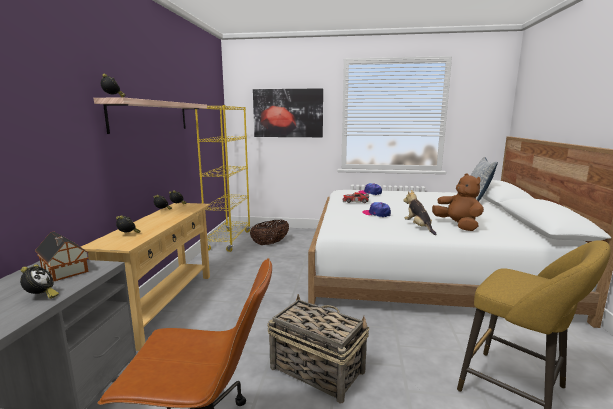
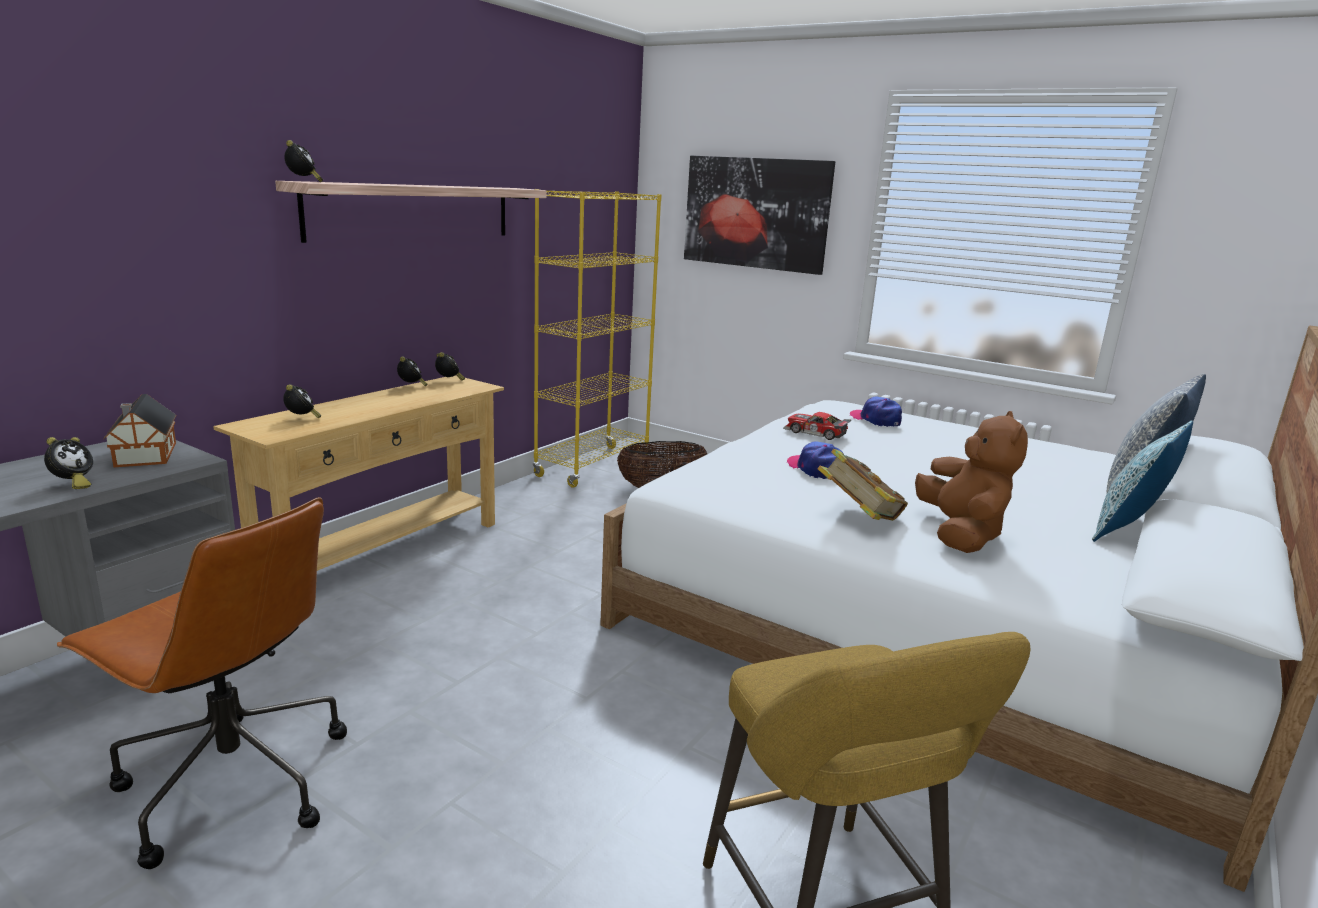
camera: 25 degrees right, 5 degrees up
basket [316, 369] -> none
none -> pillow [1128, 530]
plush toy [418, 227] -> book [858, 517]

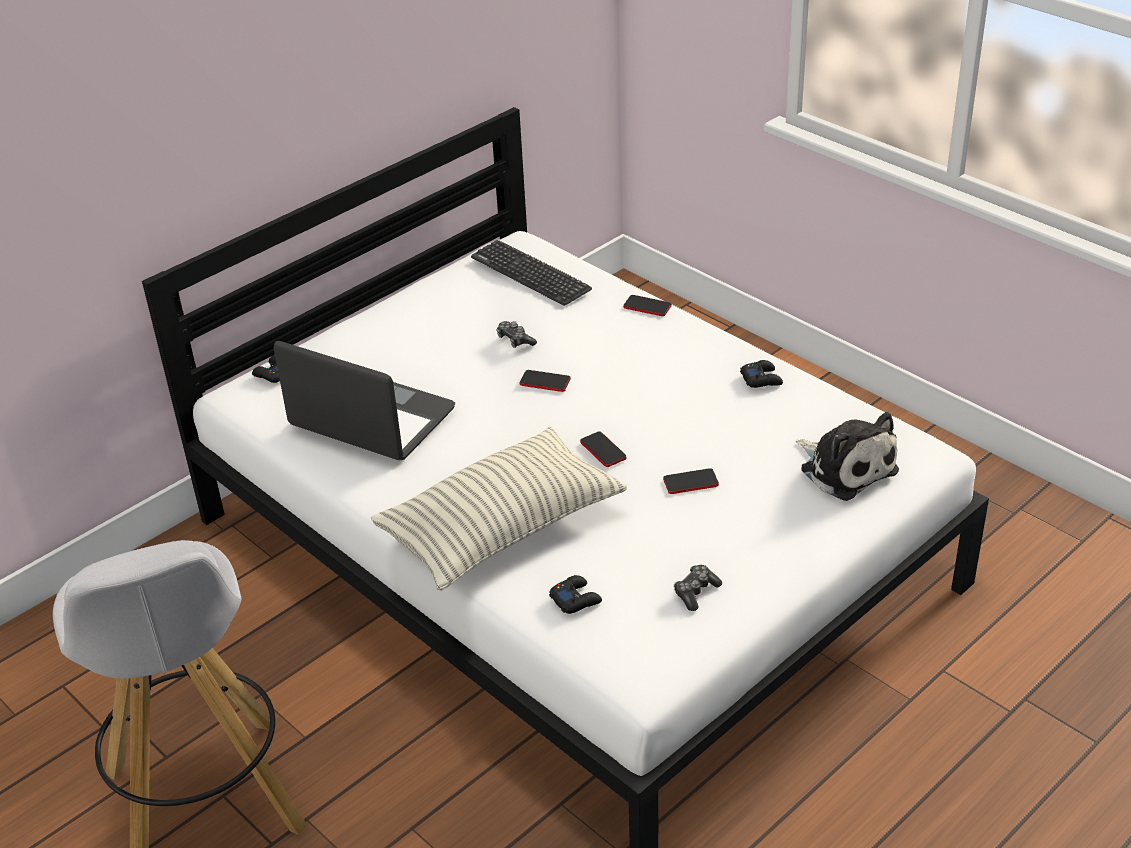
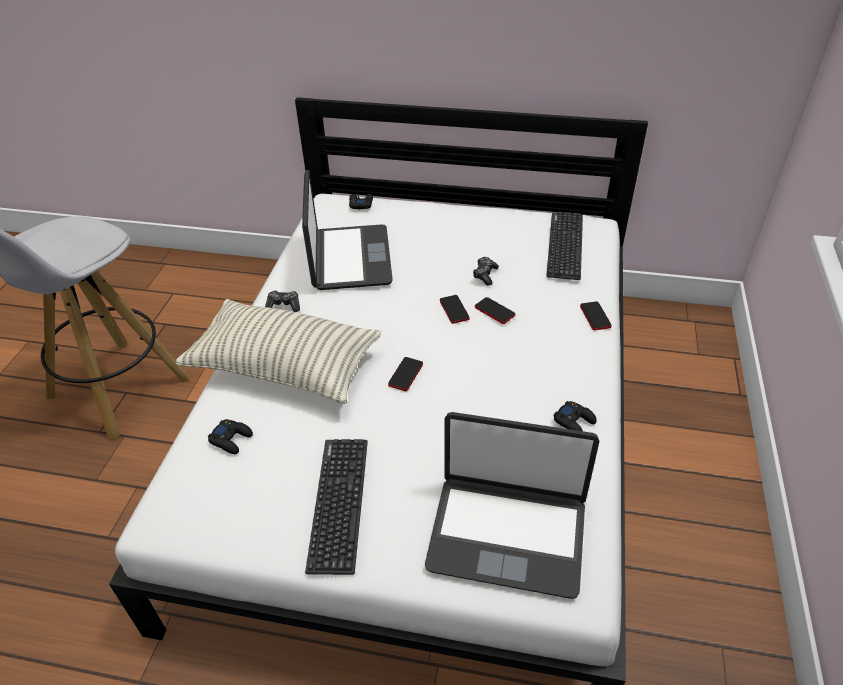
camera: 55 degrees right, 5 degrees up
none -> keyboard [339, 503]
phone [690, 482] -> phone [494, 311], move
game controller [695, 592] -> game controller [284, 305], move
plush toy [845, 468] -> laptop [507, 534]

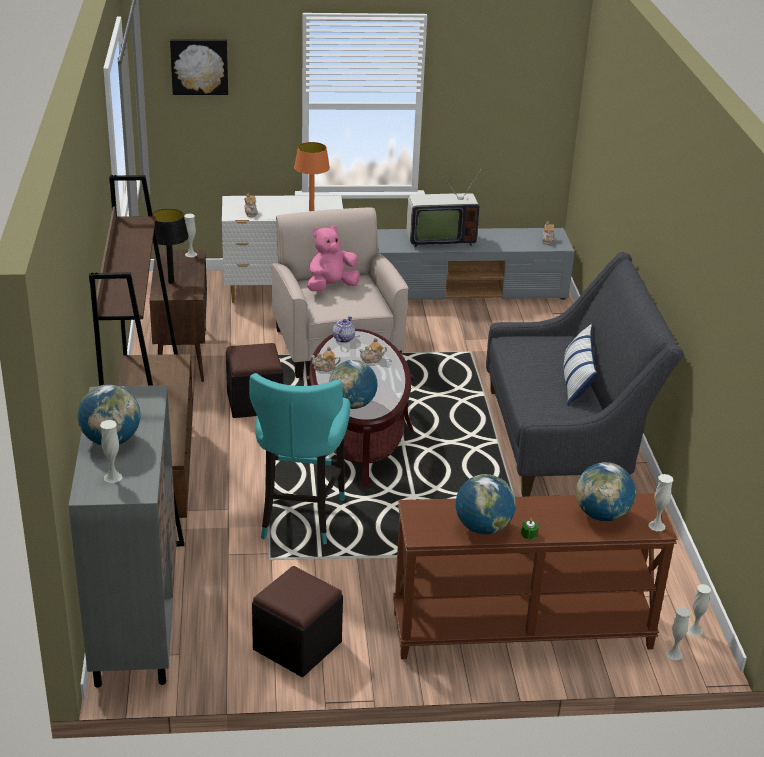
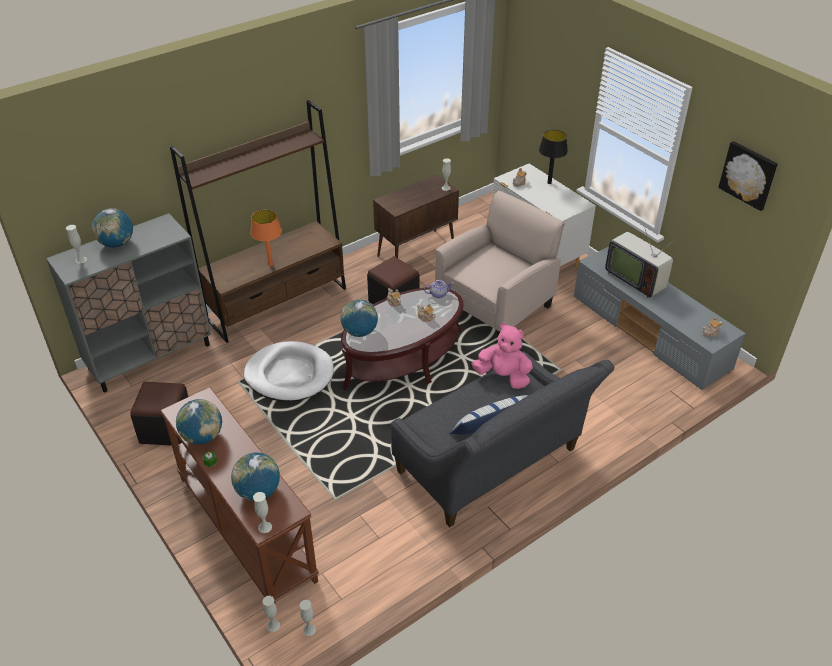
camera: 60 degrees right, 10 degrees up
black table lamp [171, 282] -> black table lamp [549, 183], move
picture [199, 66] -> picture [748, 175], move
orange table lamp [311, 210] -> orange table lamp [270, 264], move
pink plush toy [331, 287] -> pink plush toy [503, 376], move
turquoise stool [299, 516] -> white dog bed [289, 374]

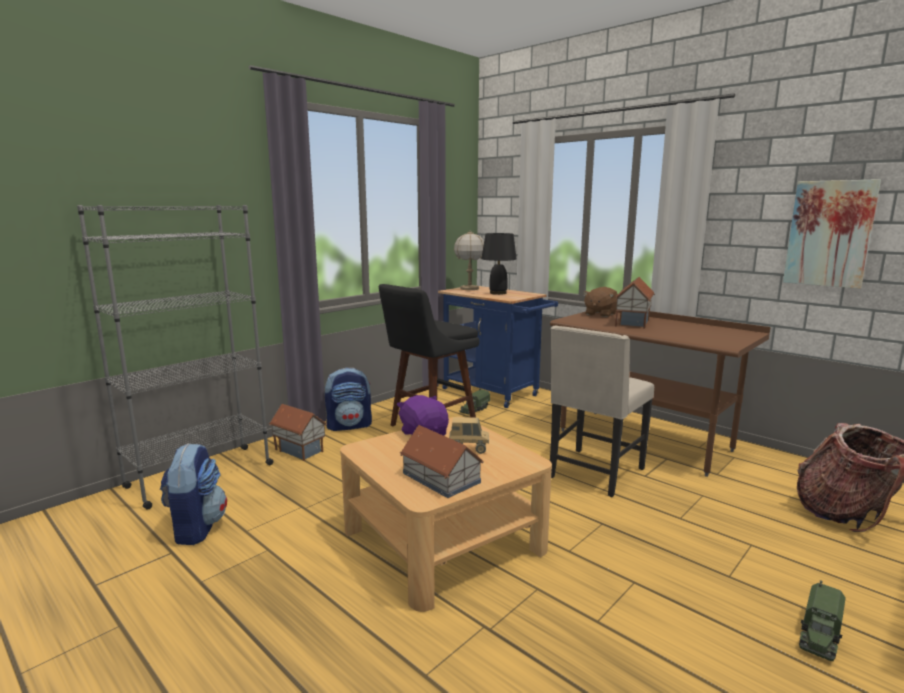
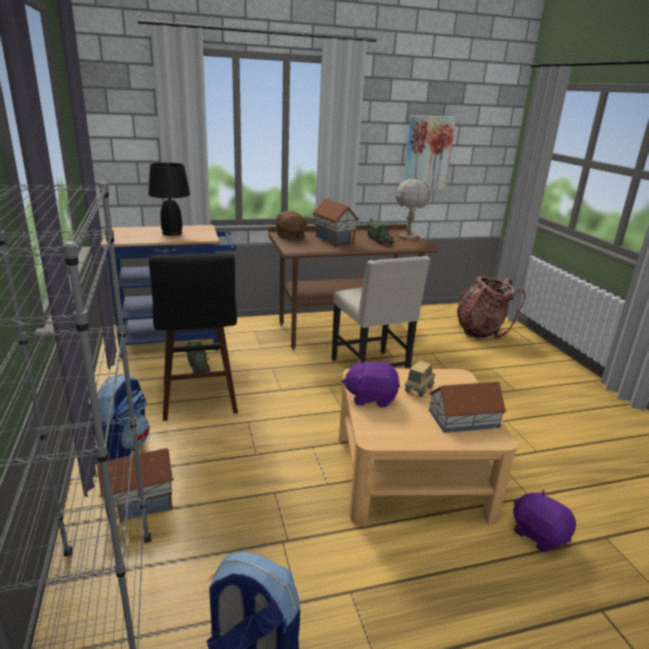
camera: 60 degrees left, 10 degrees up
none -> purple plush toy [539, 534]
table lamp [469, 288] -> table lamp [408, 237], move
toy truck [819, 635] -> toy truck [379, 240], move

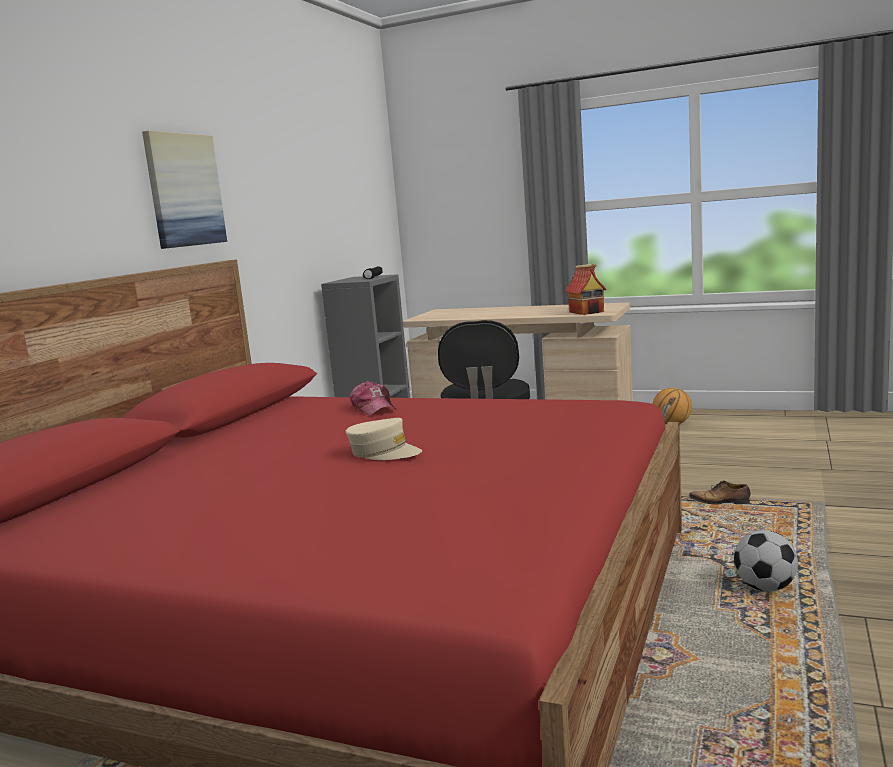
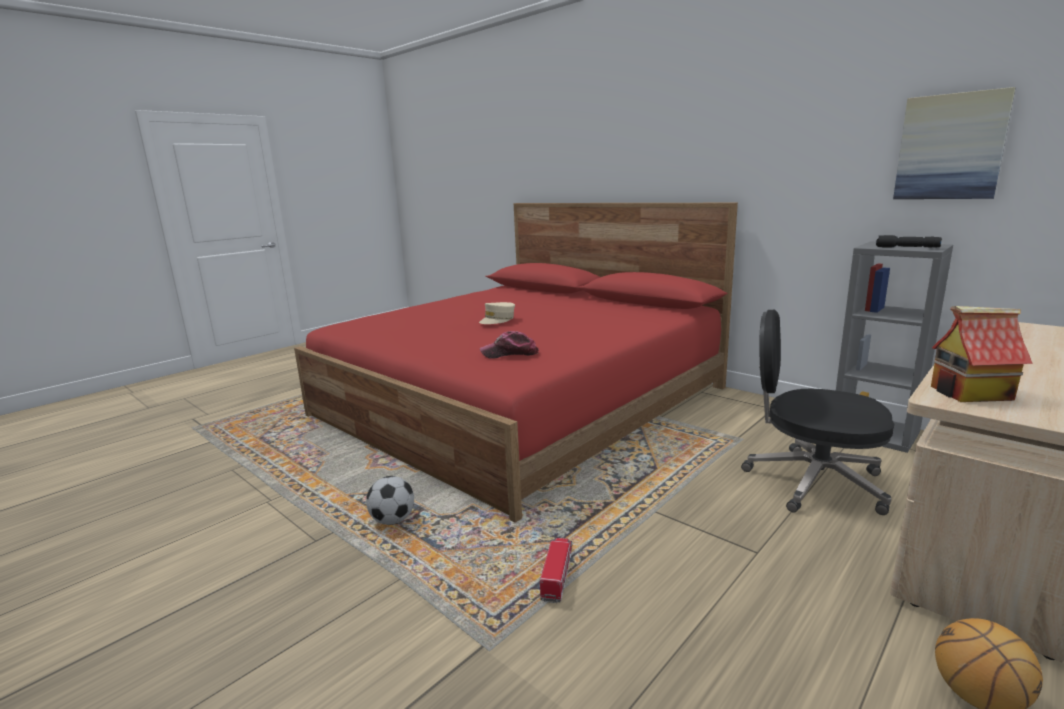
camera: 110 degrees right, 5 degrees up
picture [184, 190] -> picture [950, 147], move
cap [374, 408] -> cap [510, 353], move
shoe [720, 502] -> toy truck [557, 573]

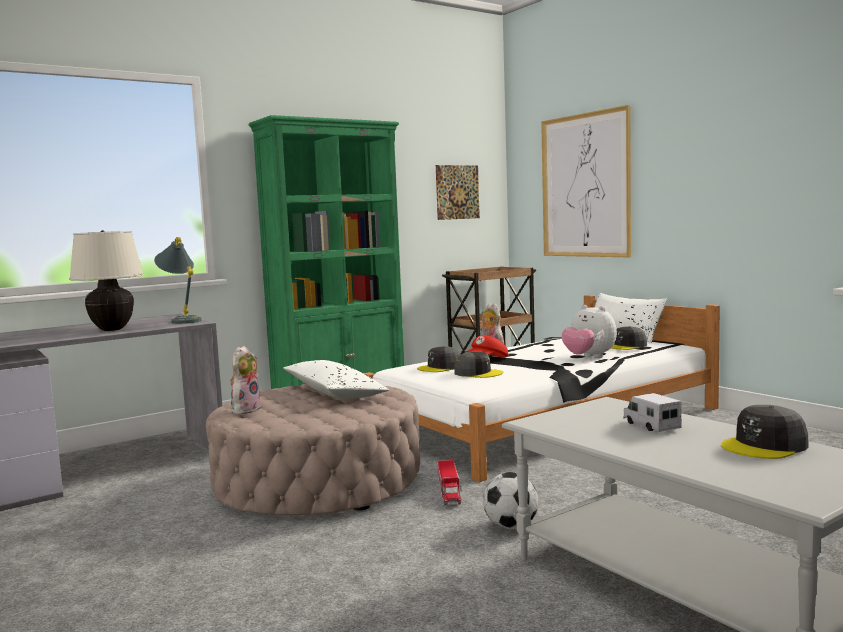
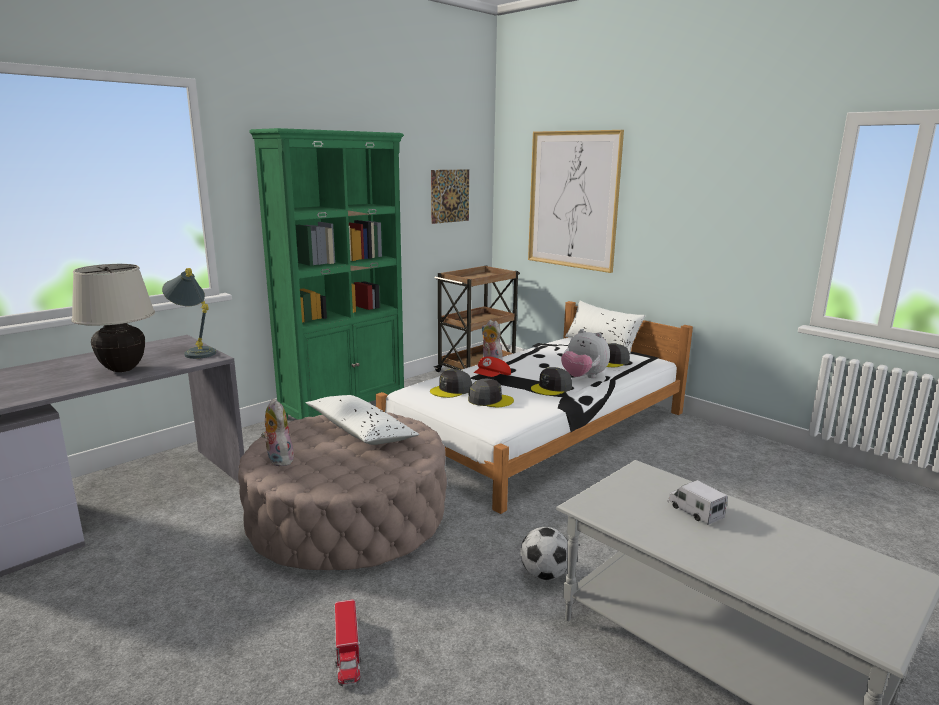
camera: 10 degrees left, 10 degrees up
toy truck [449, 492] -> toy truck [347, 651], move
grey cap [764, 446] -> grey cap [551, 388], move
plush toy [245, 410] -> plush toy [278, 459], 45 degrees counterclockwise

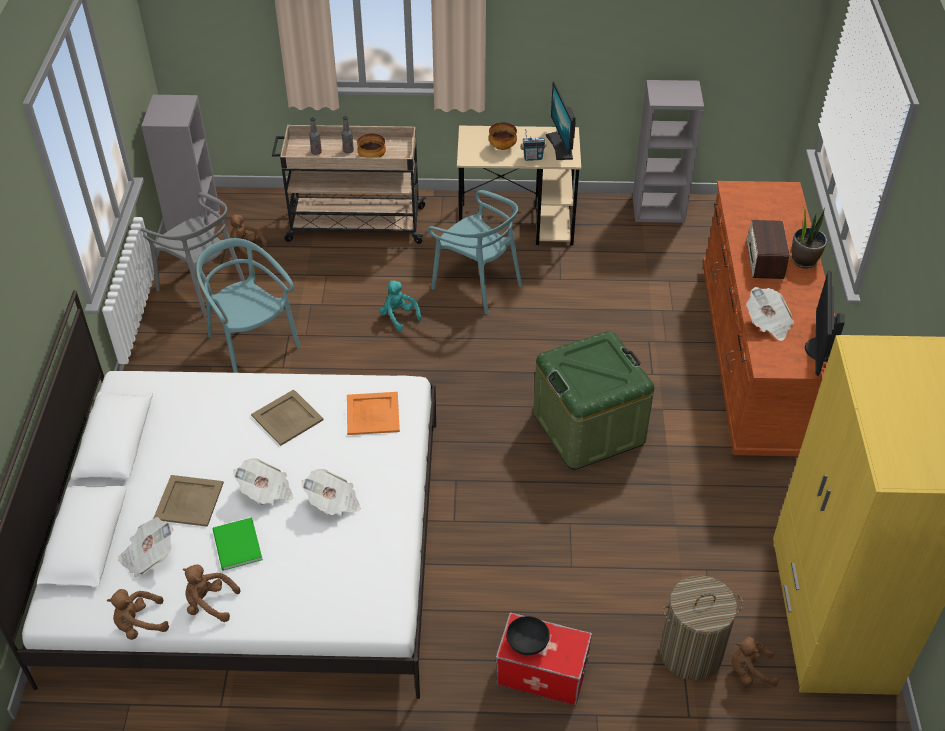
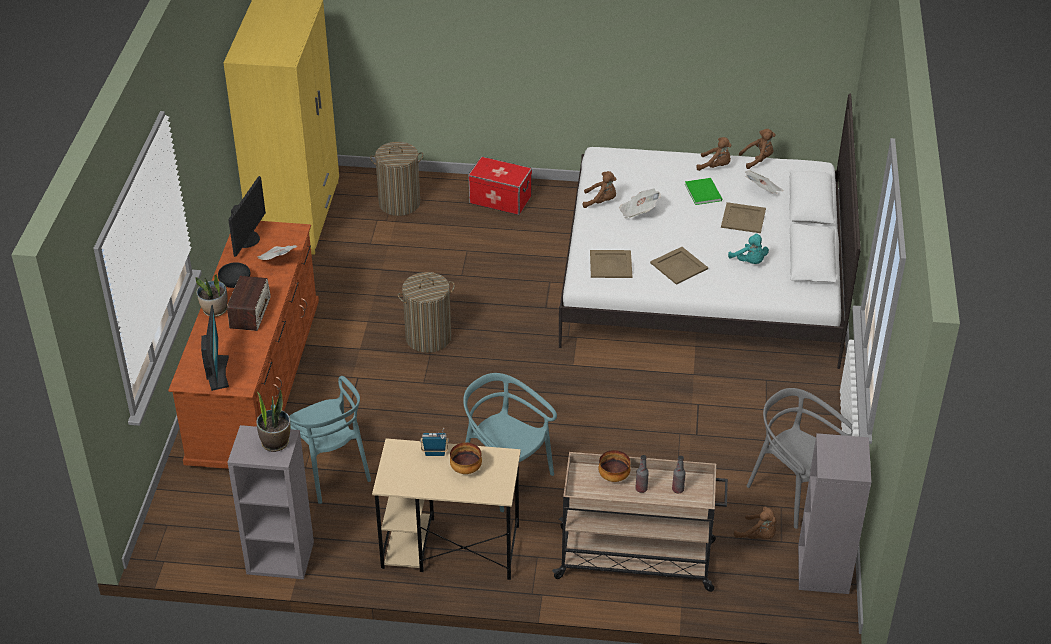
camera: 175 degrees left, 5 degrees down
newspaper [266, 492] -> none
none -> potted plant [275, 442]
turquoise chair [251, 344] -> turquoise chair [328, 470], move
turquoise plush toy [398, 316] -> turquoise plush toy [749, 262], move
black bowl [527, 643] -> black bowl [235, 282], move
monitor [561, 146] -> monitor [217, 372], move
brown plush toy [749, 671] -> brown plush toy [601, 201], move
green storage box [588, 428] -> laundry basket [428, 338]
orange tray [373, 414] -> beige tray [610, 264]

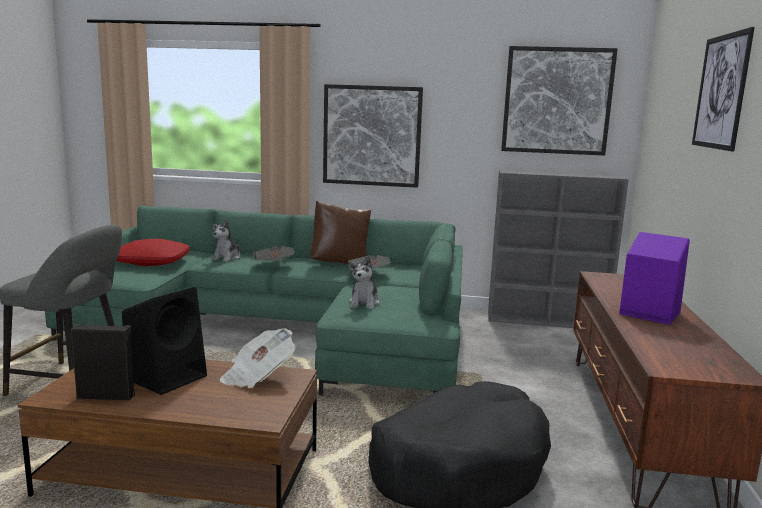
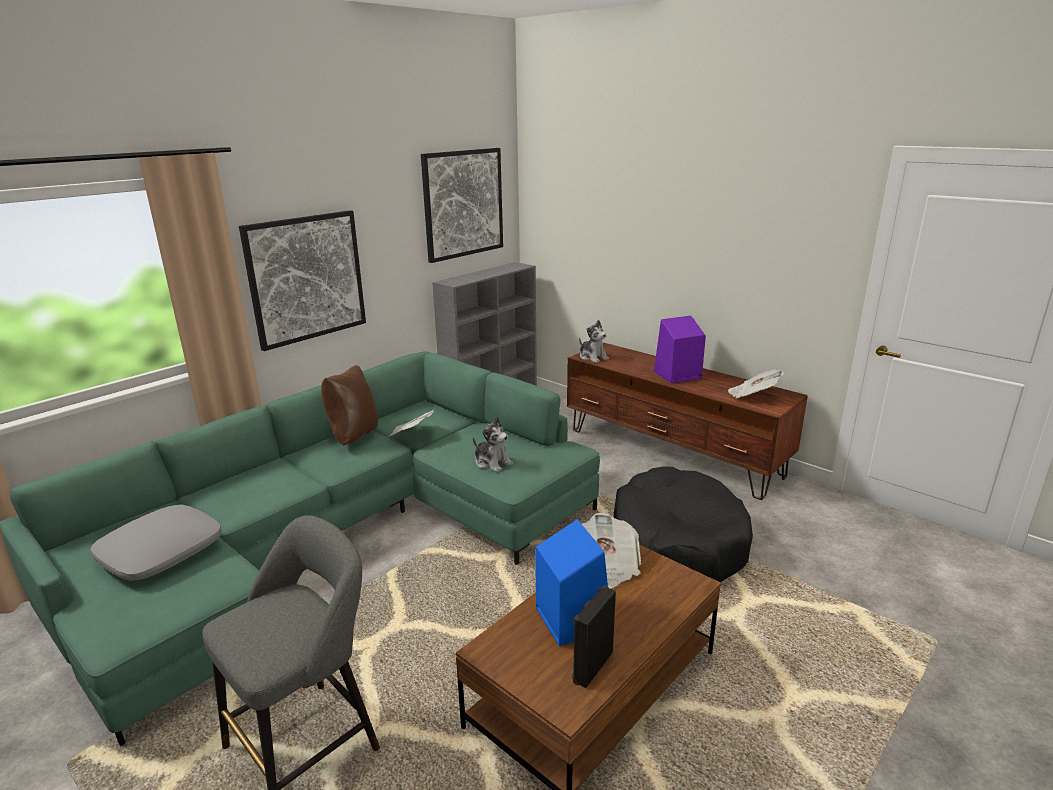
camera: 55 degrees left, 10 degrees up
picture [721, 92] -> none
plush toy [227, 258] -> plush toy [593, 357], move
newspaper [273, 265] -> newspaper [752, 396], move
red pillow [152, 261] -> grey pillow [161, 552]
black speaker [168, 377] -> blue speaker [571, 617]

